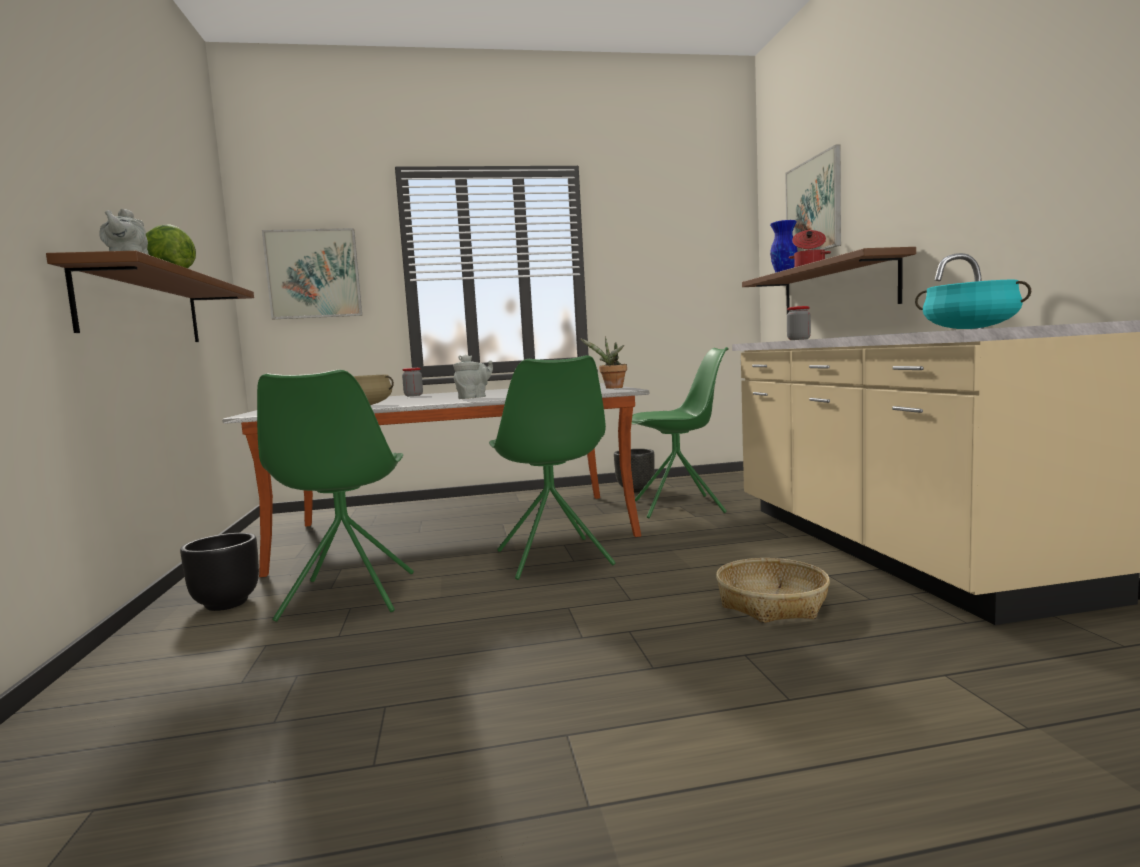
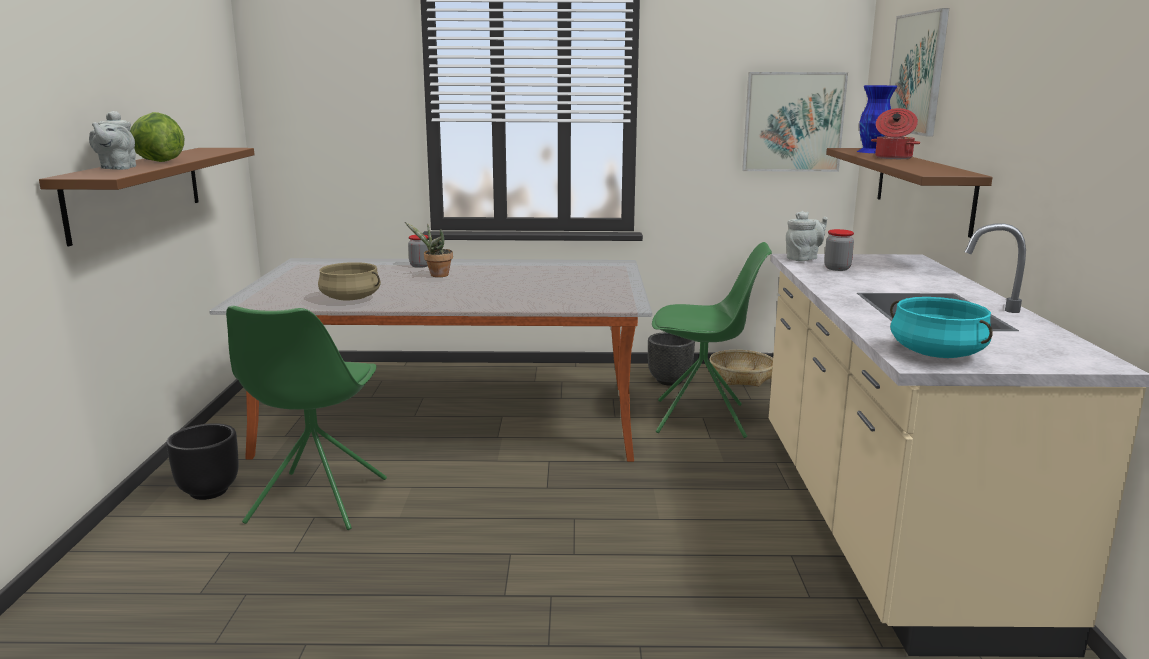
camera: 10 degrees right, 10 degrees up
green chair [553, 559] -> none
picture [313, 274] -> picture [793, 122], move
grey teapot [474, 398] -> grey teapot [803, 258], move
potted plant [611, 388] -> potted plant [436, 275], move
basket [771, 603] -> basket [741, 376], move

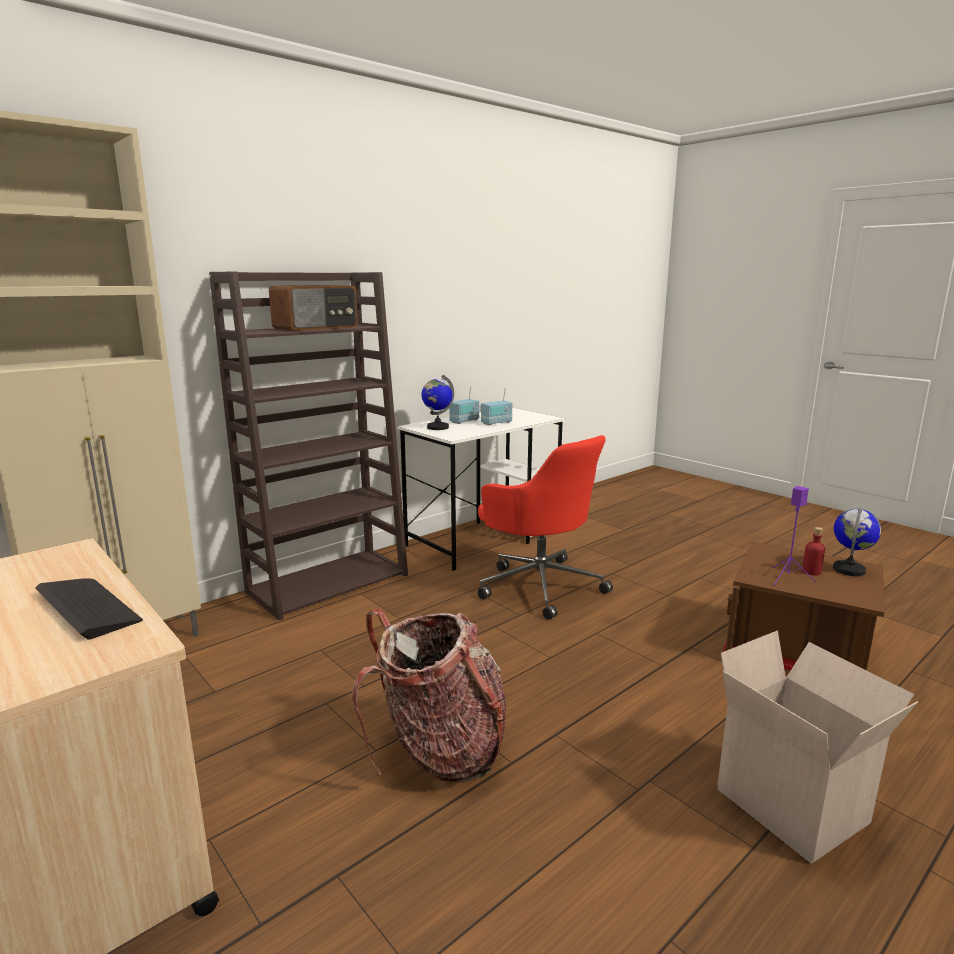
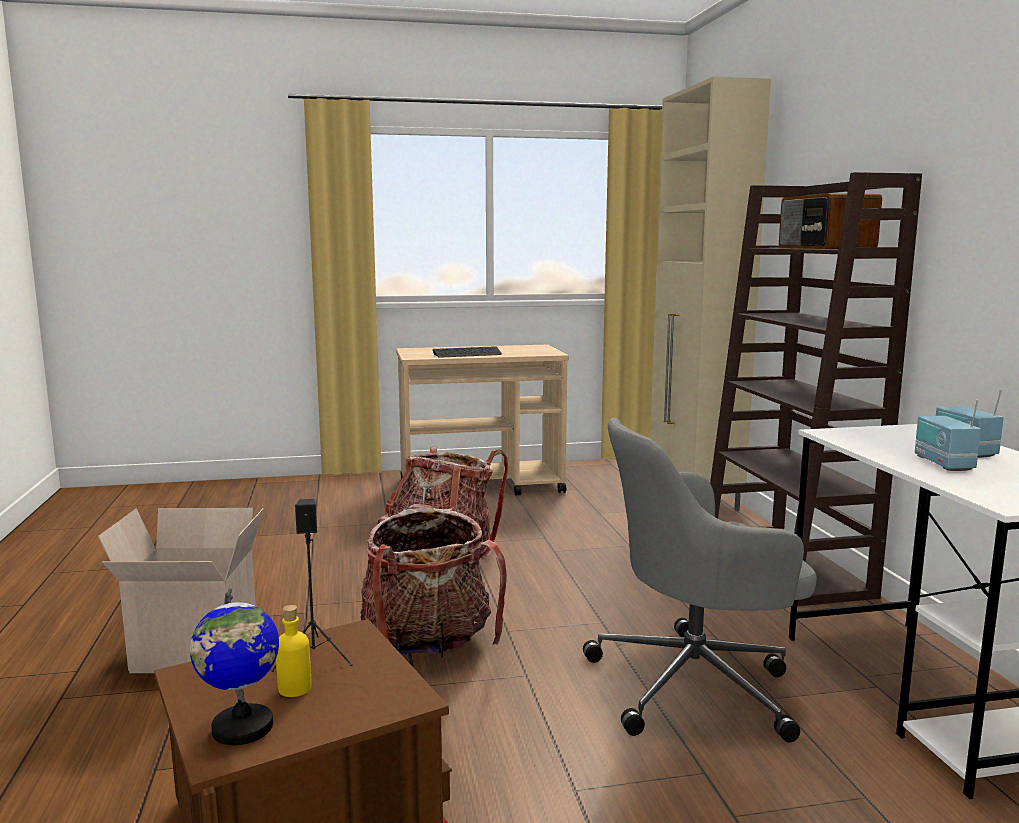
camera: 120 degrees right, 5 degrees down
globe [437, 427] -> none
none -> backpack [427, 647]
red office chair [539, 585] -> grey office chair [696, 684]
purple speaker [786, 578] -> black speaker [315, 657]
red bottle [811, 571] -> yellow bottle [294, 688]

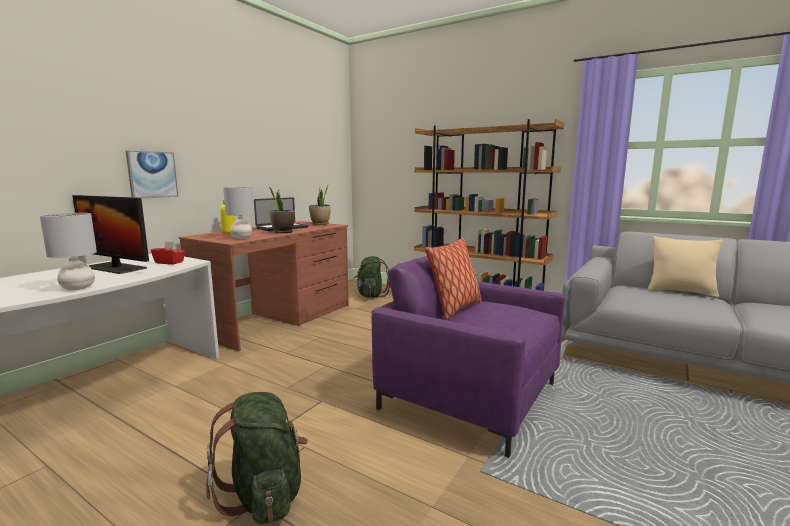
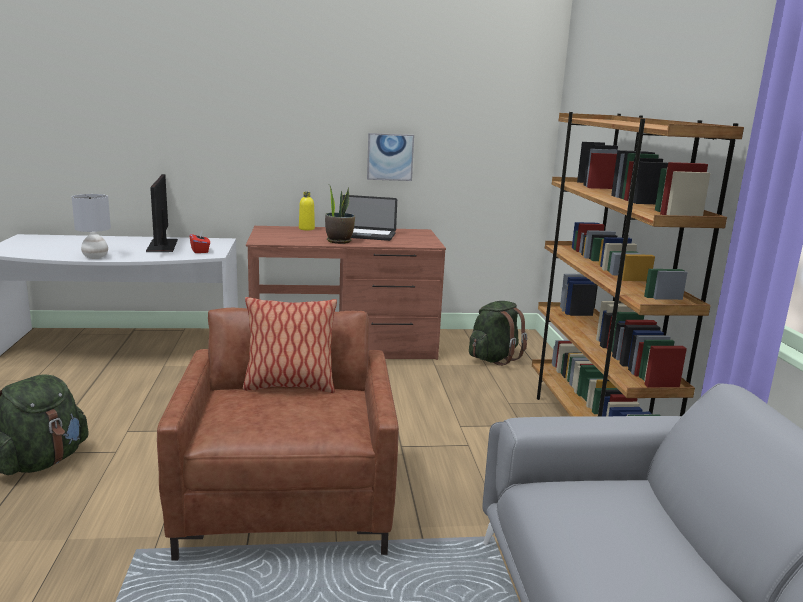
camera: 50 degrees right, 5 degrees up
grey table lamp [241, 238] -> none
potted plant [320, 224] -> none
beige pillow [680, 292] -> none
picture [152, 174] -> picture [390, 157], move
purple armchair [470, 396] -> brown armchair [287, 503]

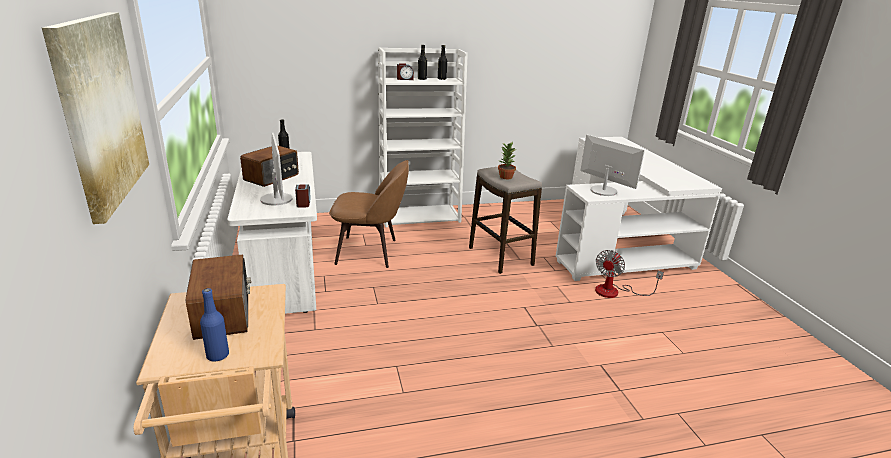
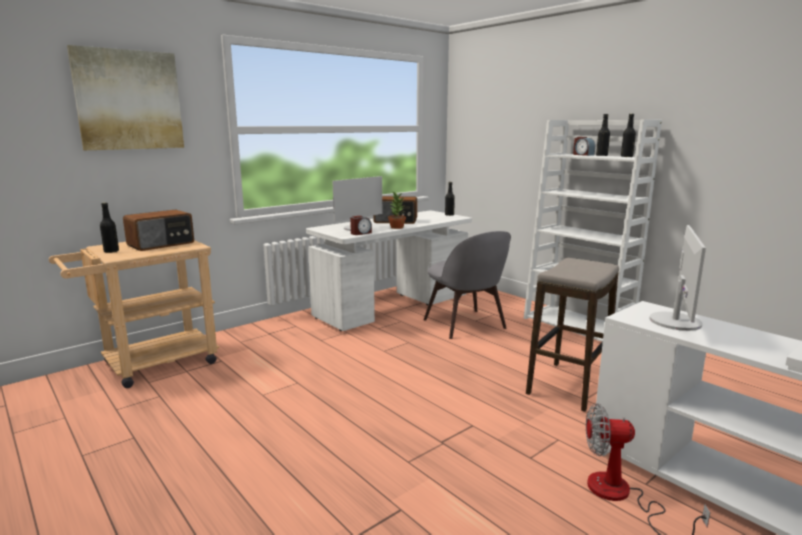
camera: 65 degrees right, 10 degrees down
potted plant [505, 177] -> potted plant [396, 227], move
blue bottle [218, 355] -> black bottle [111, 251]
brown chair [370, 252] -> grey chair [466, 325]

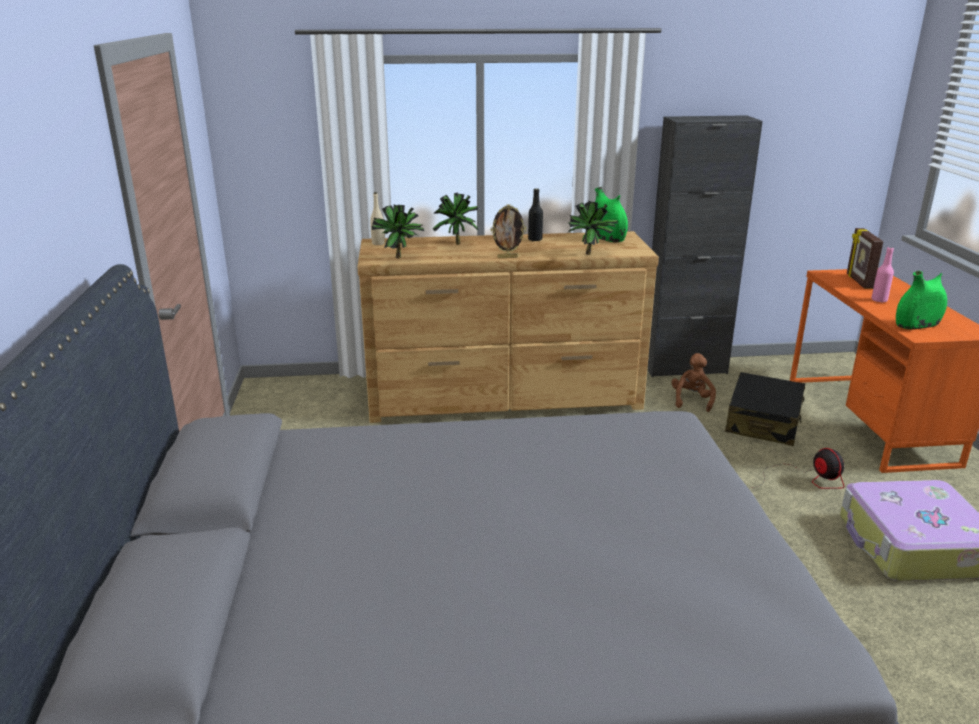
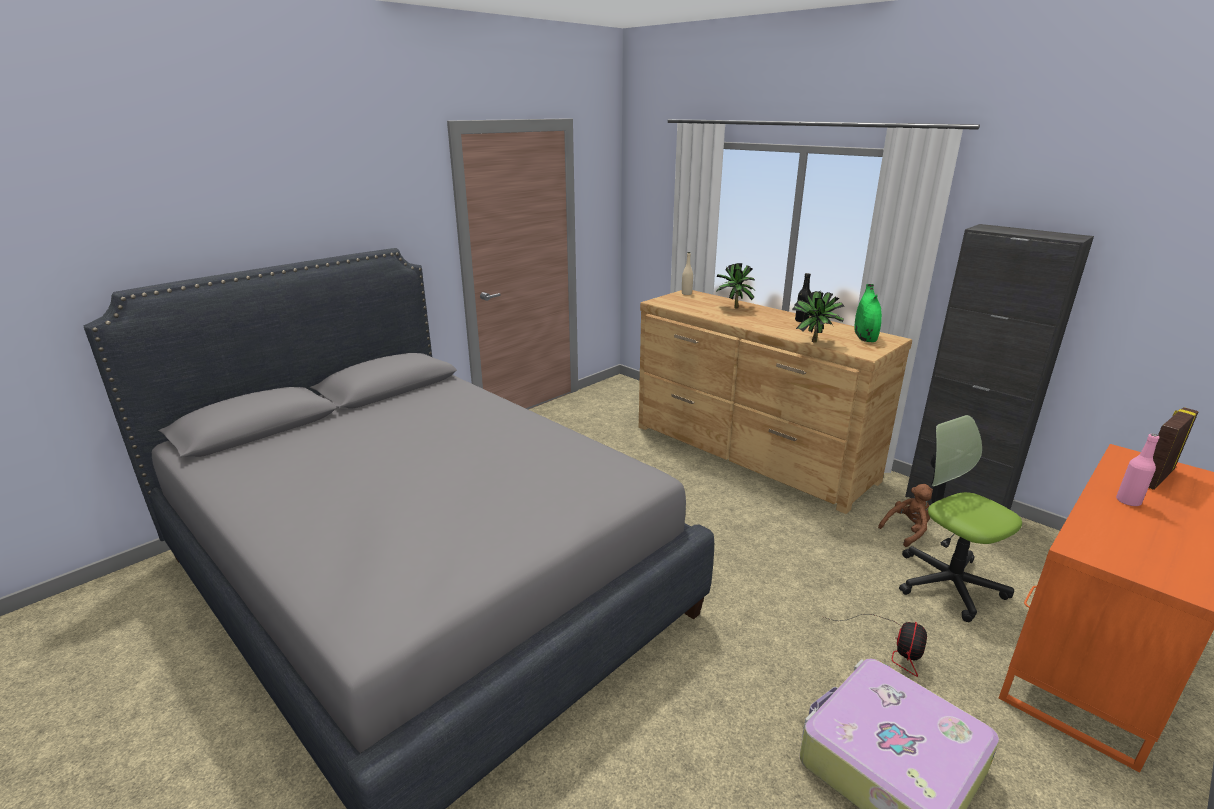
camera: 50 degrees right, 0 degrees up
potted plant [400, 258] -> none
picture frame [507, 257] -> none
green vase [917, 325] -> none
black suitcase [763, 422] -> office chair [948, 584]

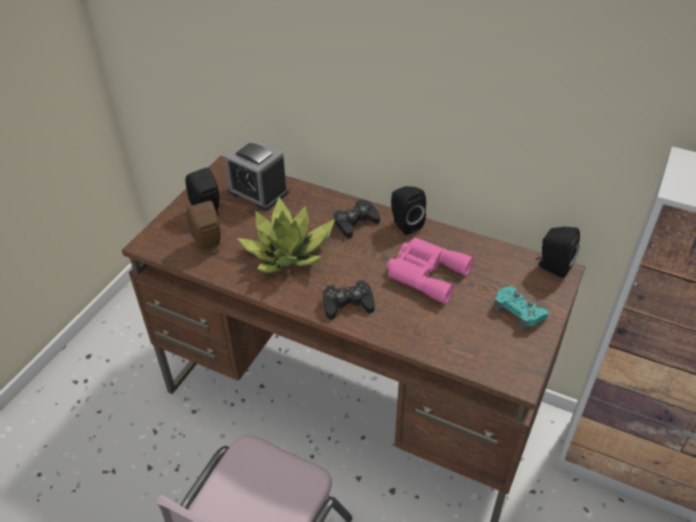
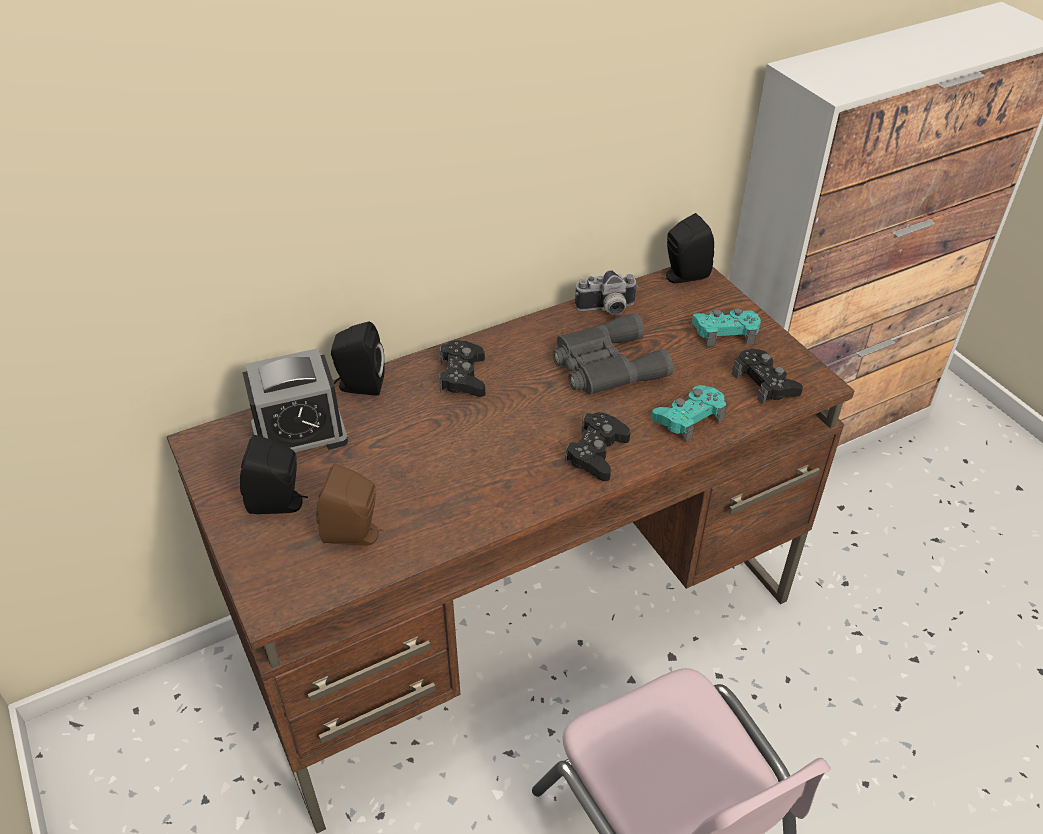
camera: 55 degrees left, 0 degrees up
potted plant [288, 252] -> none
none -> photo camera [607, 310]
none -> turquoise game controller [689, 418]
none -> black game controller [765, 383]
black speaker [404, 224] -> black speaker [359, 385], move
pink binoculars [425, 273] -> grey binoculars [605, 365]

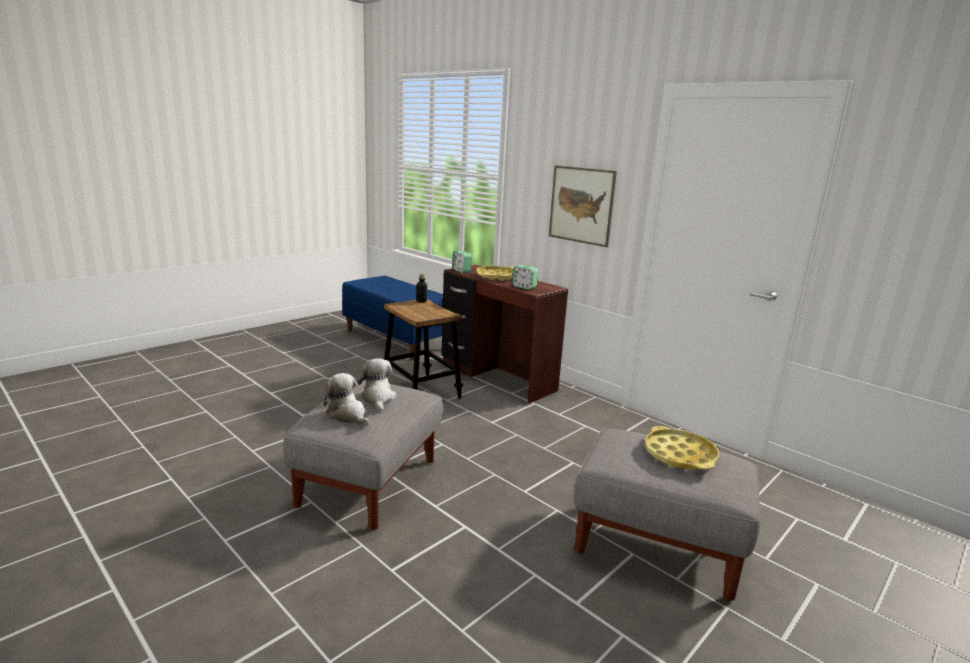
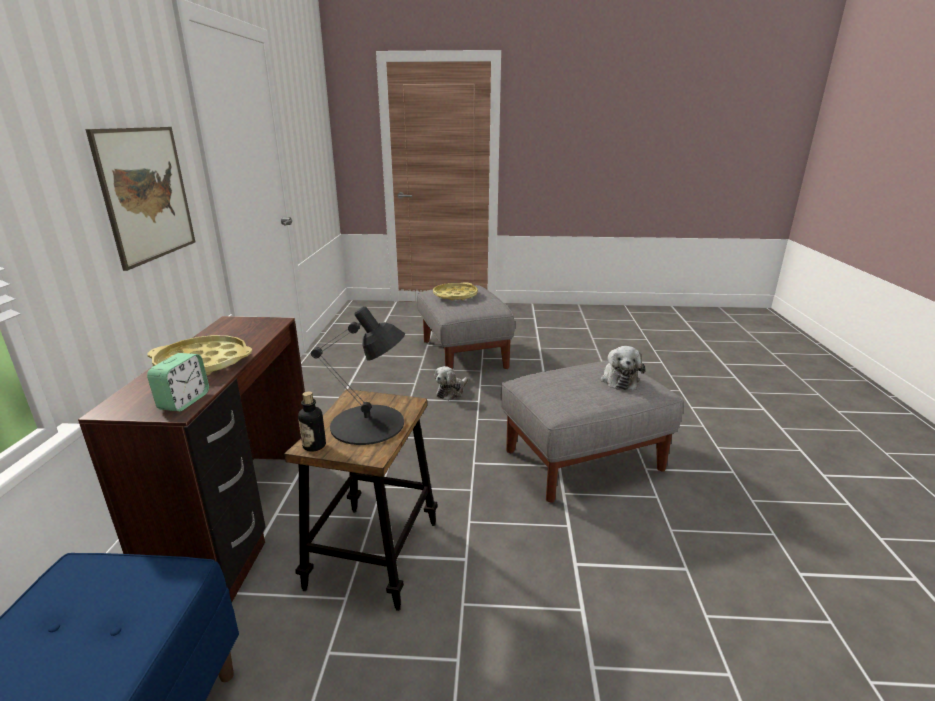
camera: 130 degrees left, 5 degrees up
alarm clock [524, 287] -> none
none -> black table lamp [368, 424]
plush toy [378, 398] -> plush toy [451, 392], move

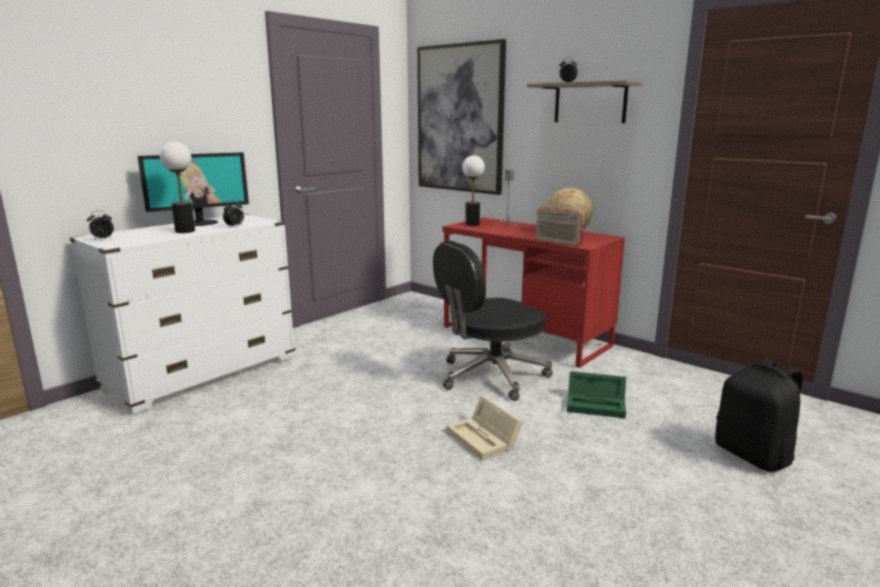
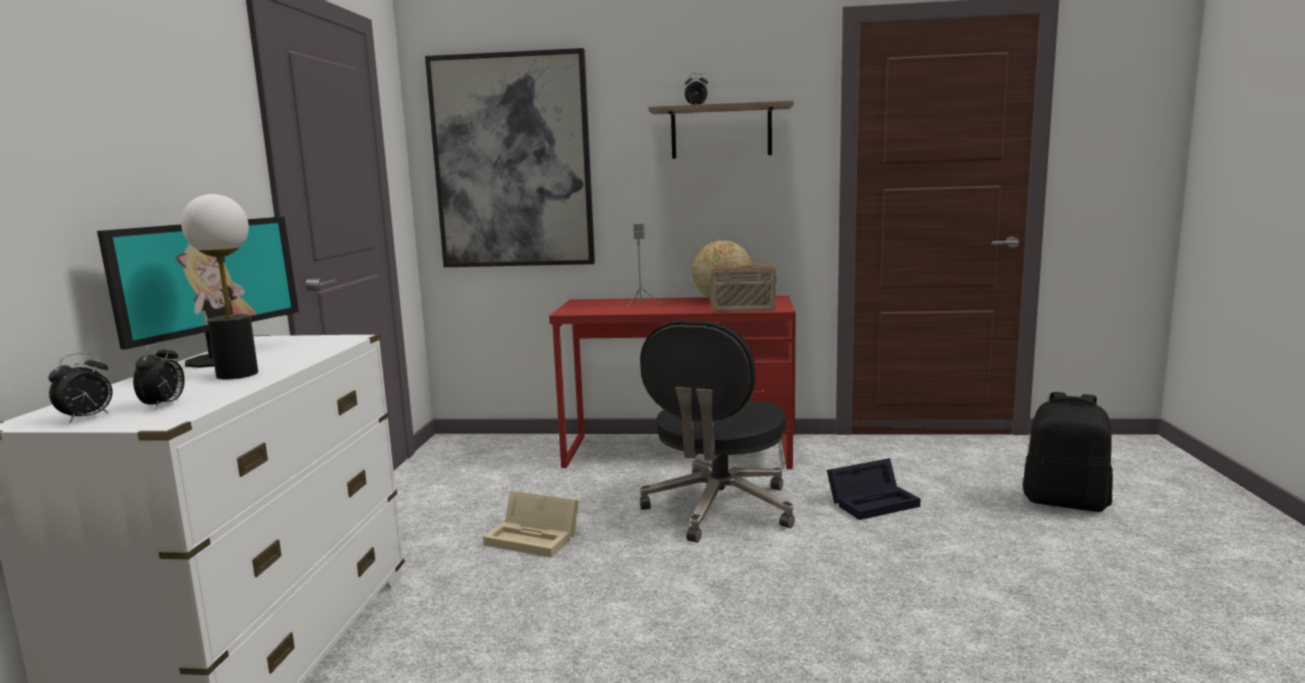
camera: 35 degrees left, 5 degrees down
table lamp [472, 224] -> none
alarm clock [235, 226] -> alarm clock [164, 405], move
beige storage box [485, 439] -> beige storage box [535, 538], move
green storage box [597, 404] -> black storage box [874, 502]

